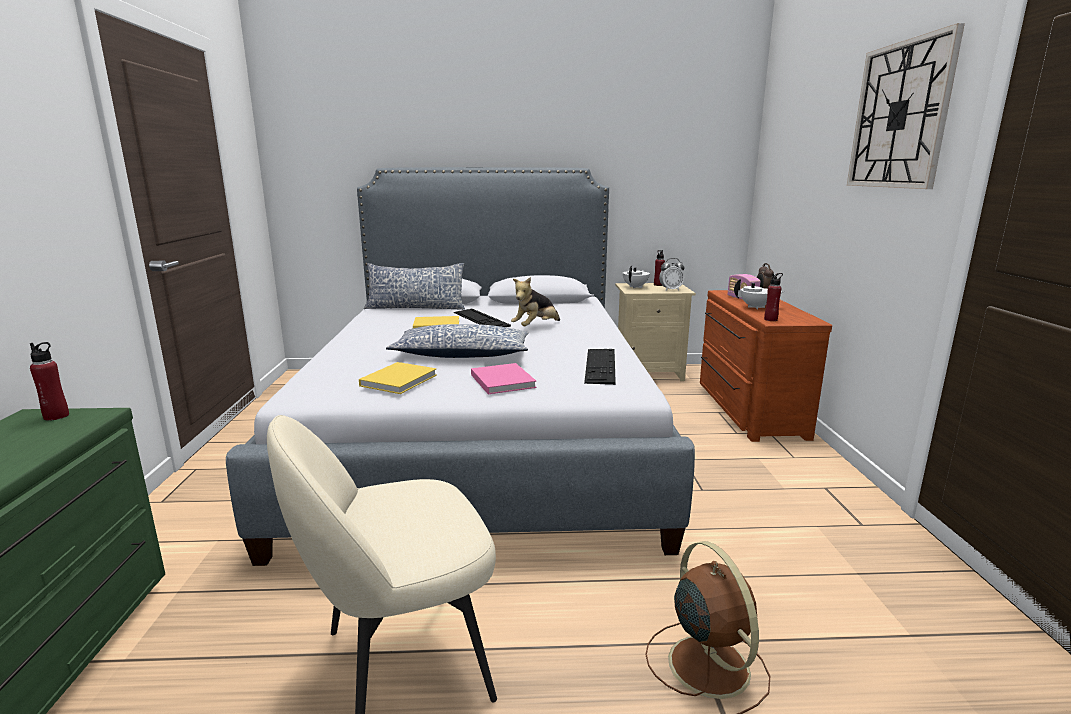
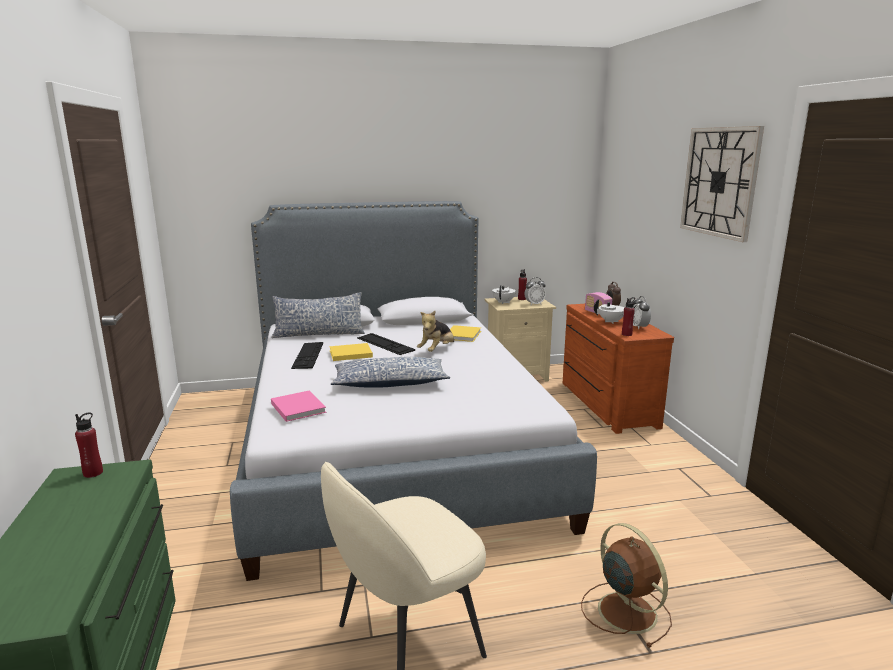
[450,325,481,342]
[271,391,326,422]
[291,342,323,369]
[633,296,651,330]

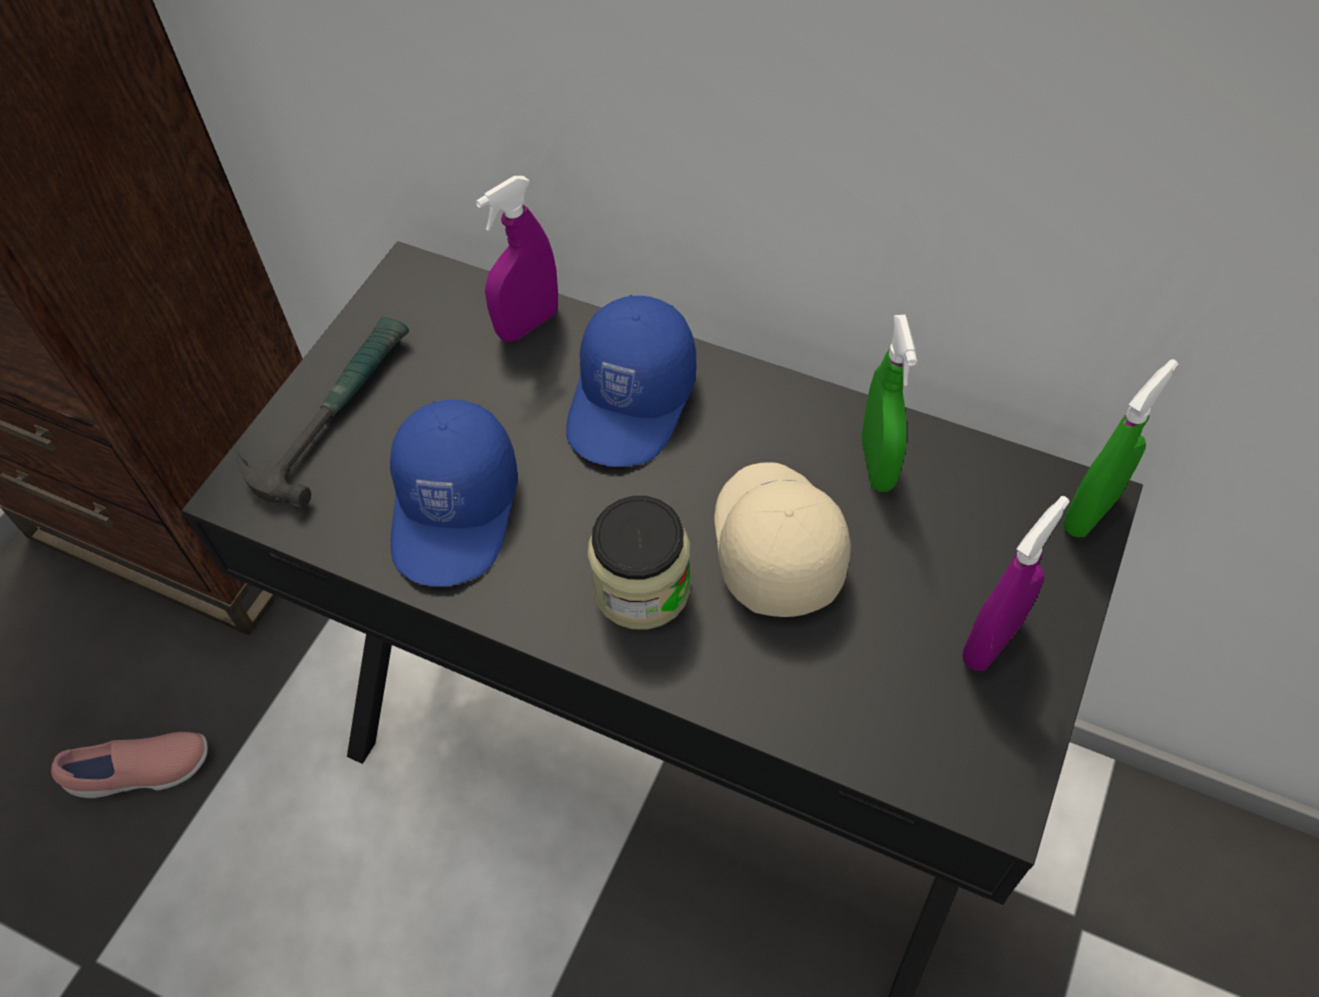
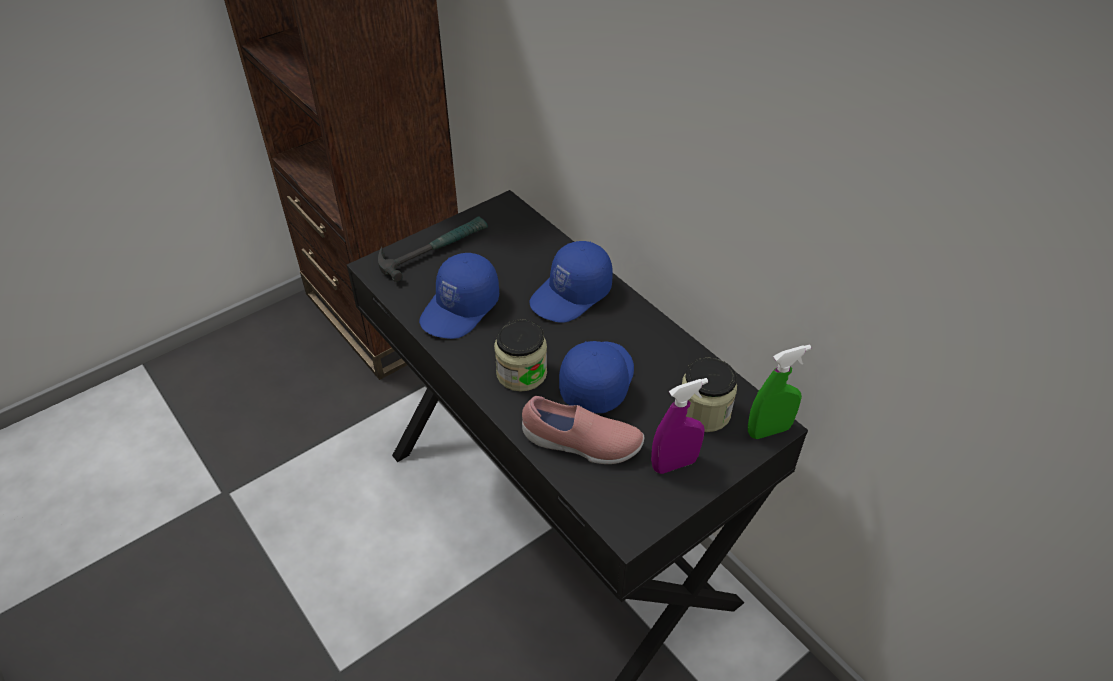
[522,396,644,464]
[475,176,558,342] (first image)
[559,341,634,413]
[862,315,917,492] (first image)
[682,358,737,432]

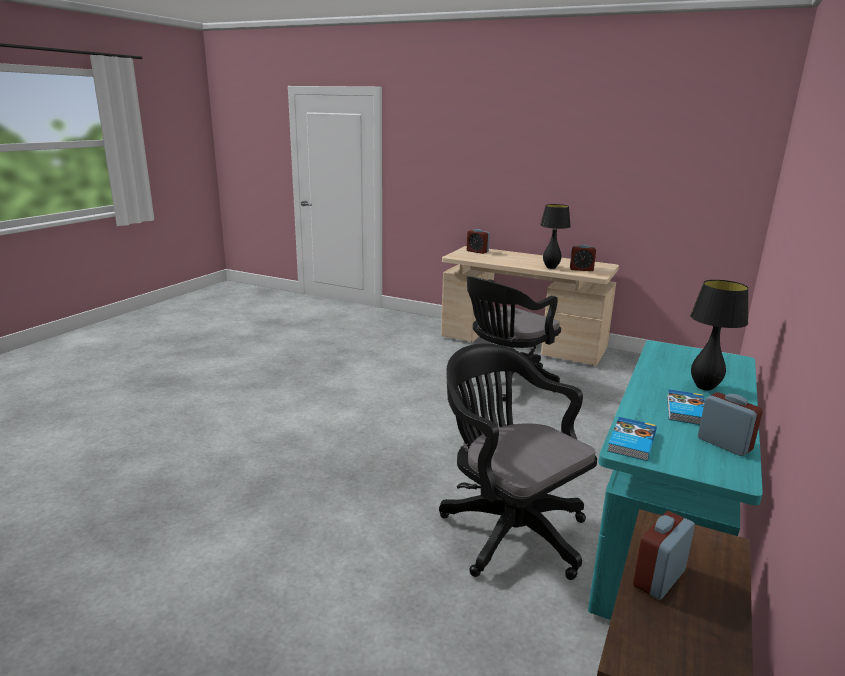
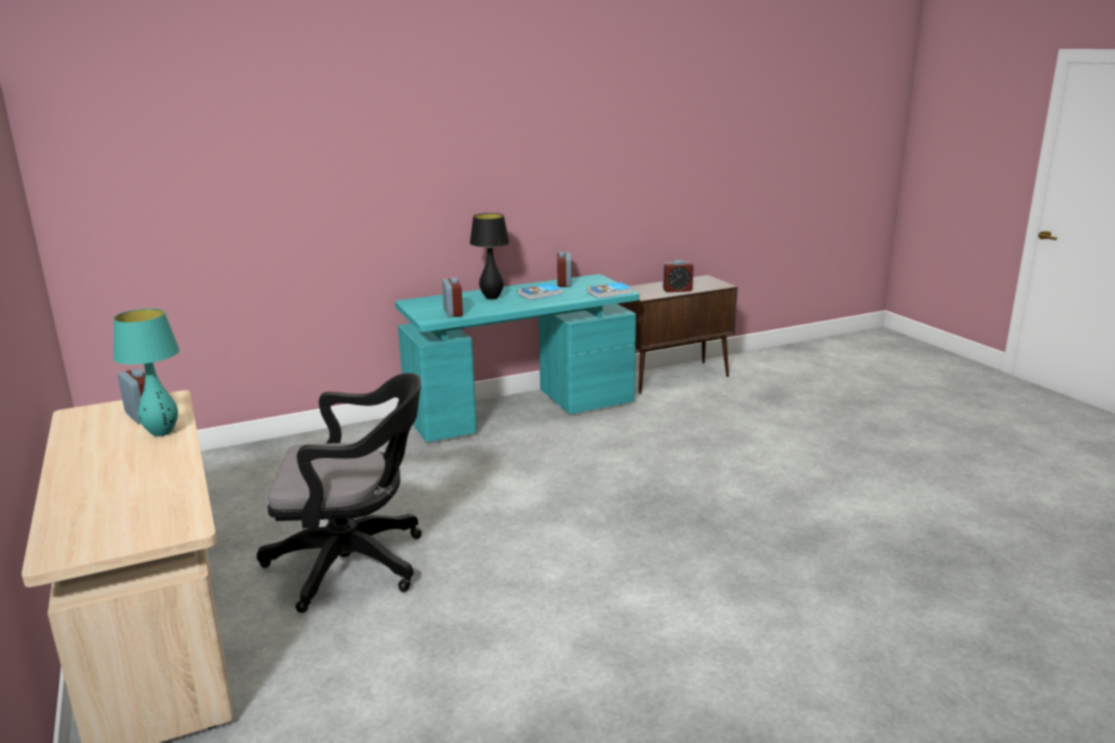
[439,343,597,580] (first image)
[442,277,463,317]
[113,308,180,437]

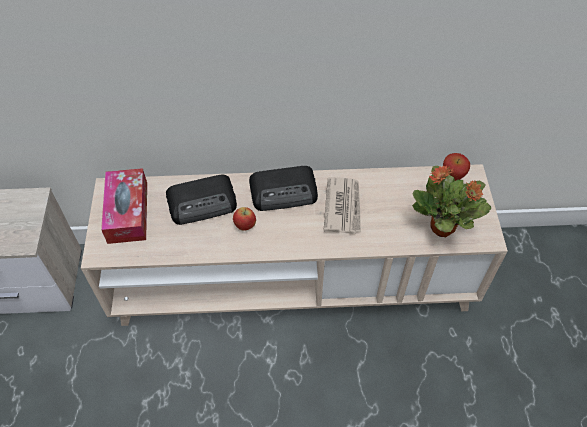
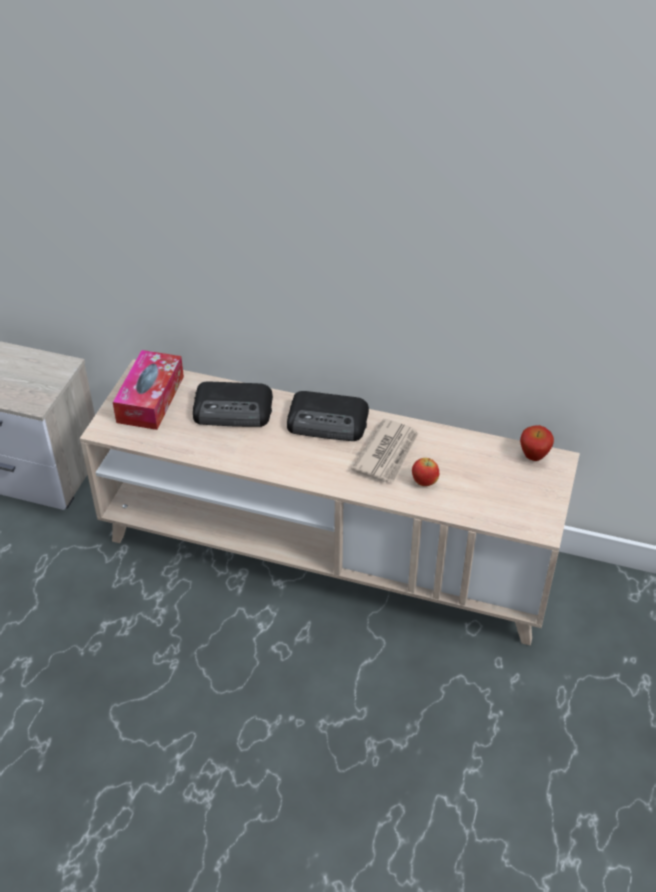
[412,458,439,486]
[412,165,491,237] (first image)

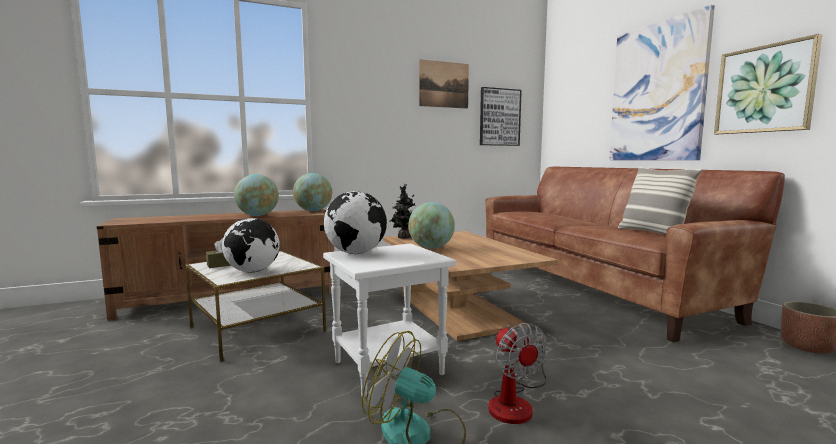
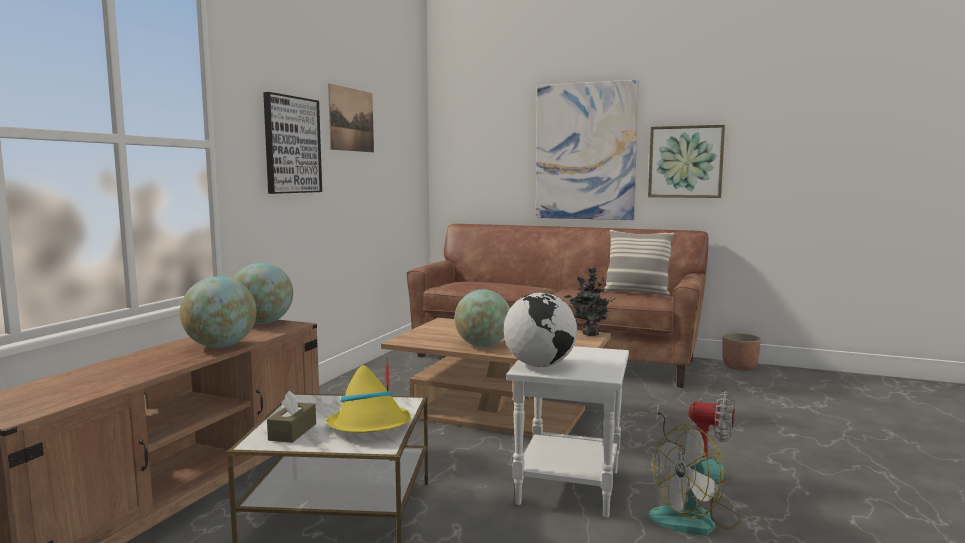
[326,357,411,433]
[564,264,617,336]
[263,92,322,194]

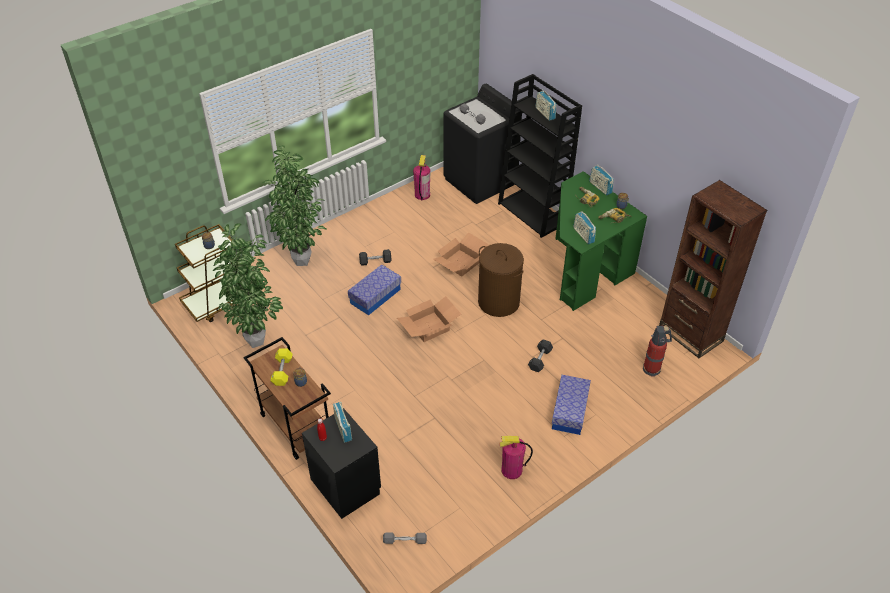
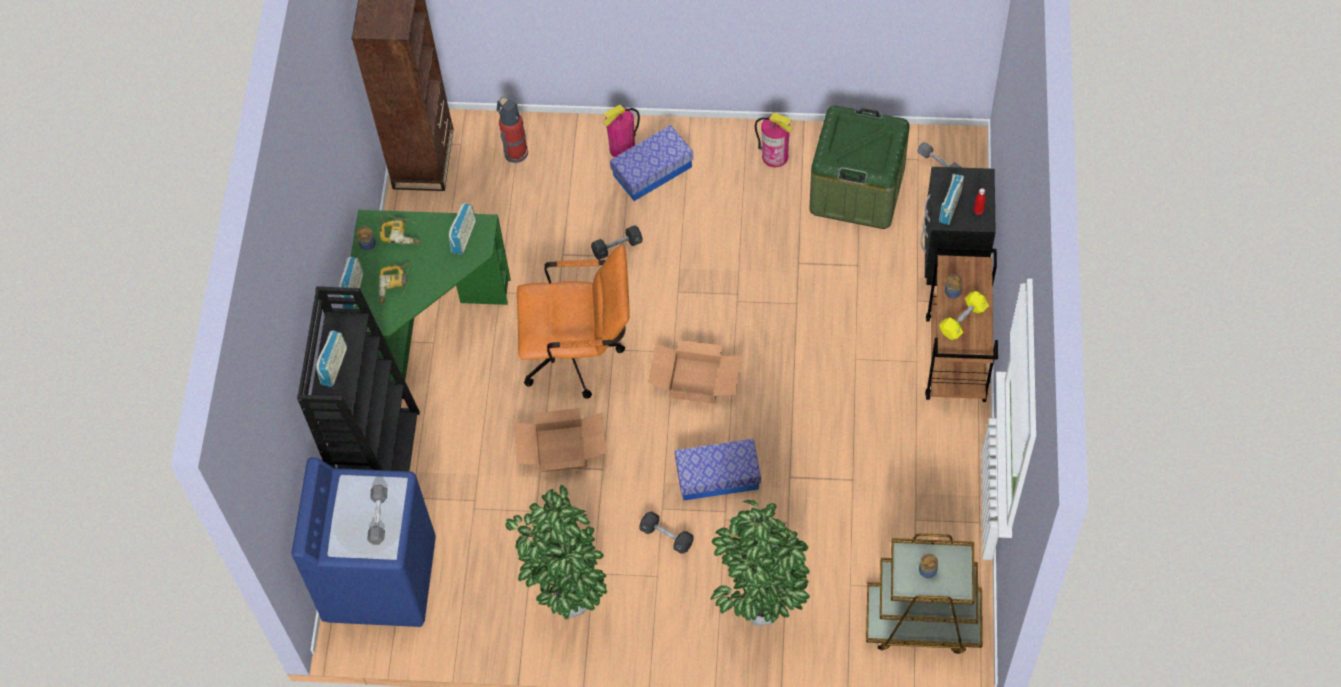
[505,484,607,619]
[603,105,640,157]
[292,458,436,627]
[517,245,629,399]
[810,105,910,229]

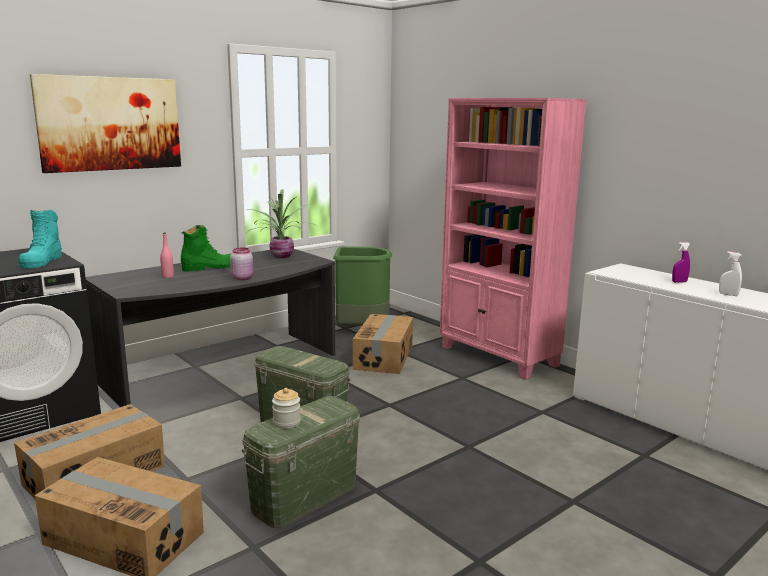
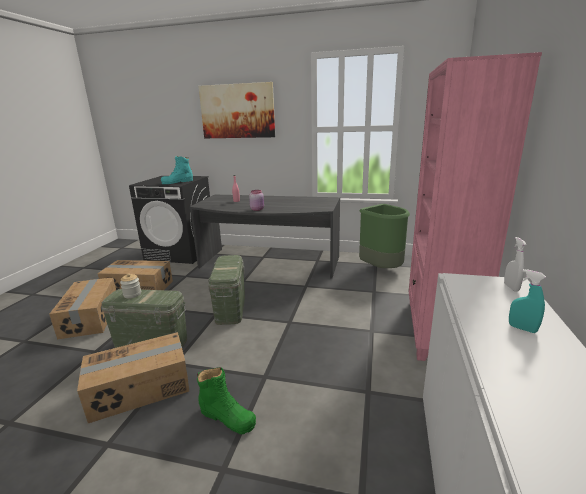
[197,367,256,435]
[246,189,317,258] (first image)
[77,332,189,423]
[509,269,546,333]
[504,237,527,292]

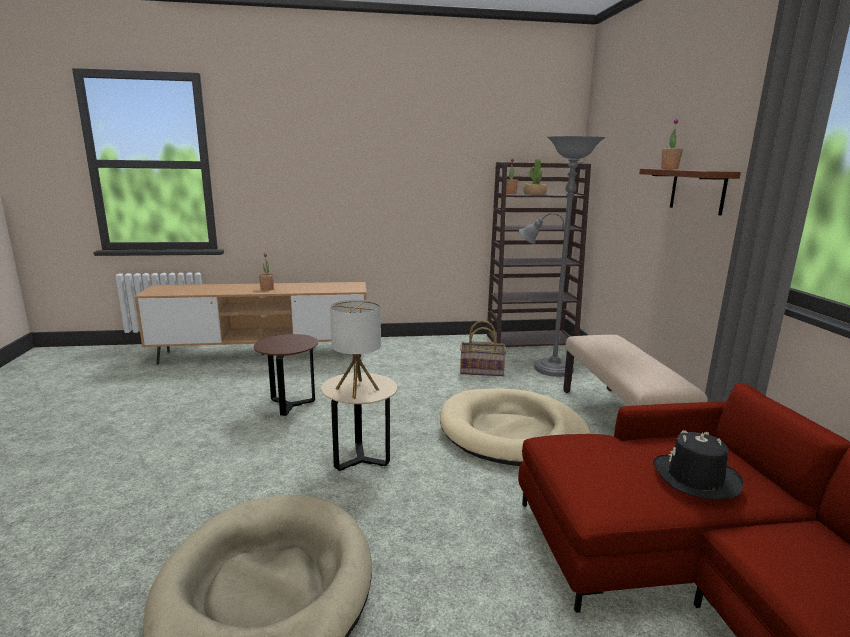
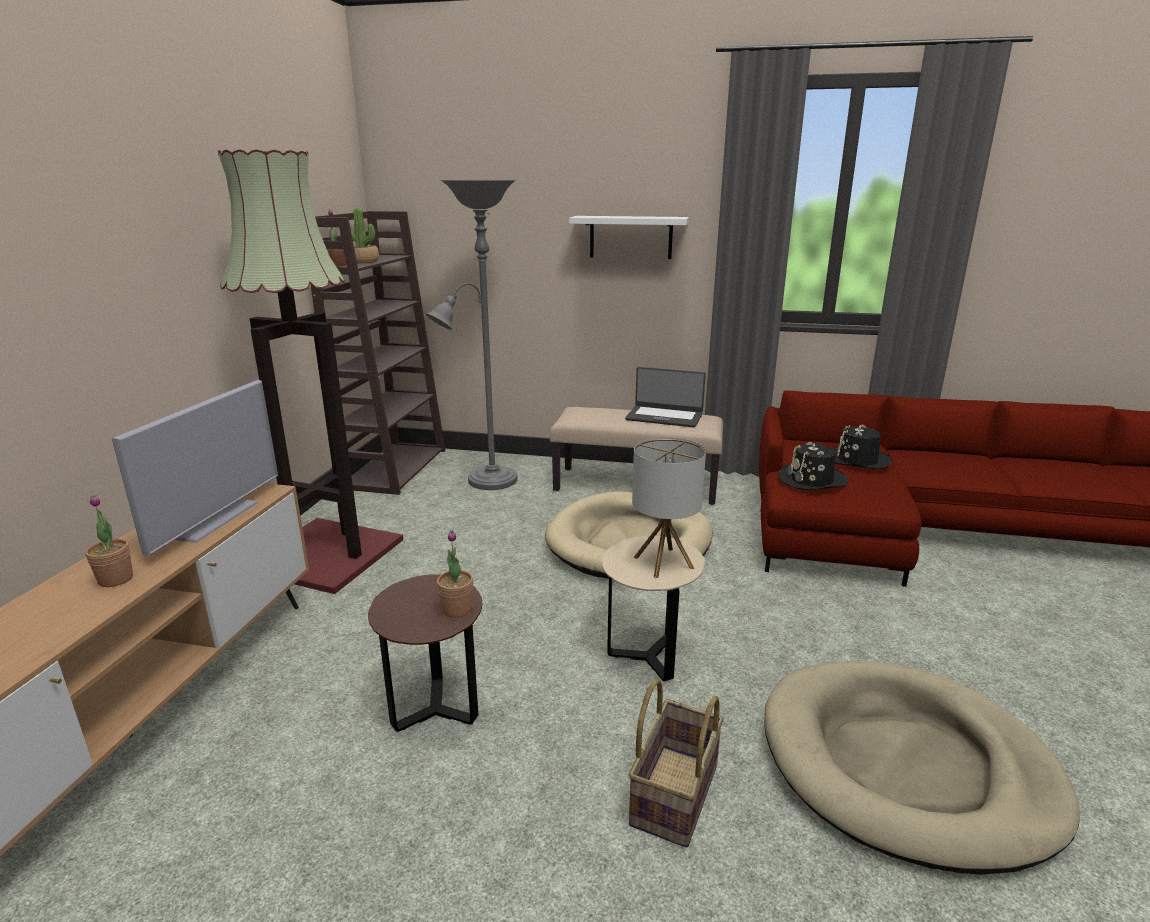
[629,679,724,848]
[569,216,689,259]
[437,530,473,618]
[112,380,278,556]
[218,149,403,594]
[625,367,706,427]
[778,441,848,490]

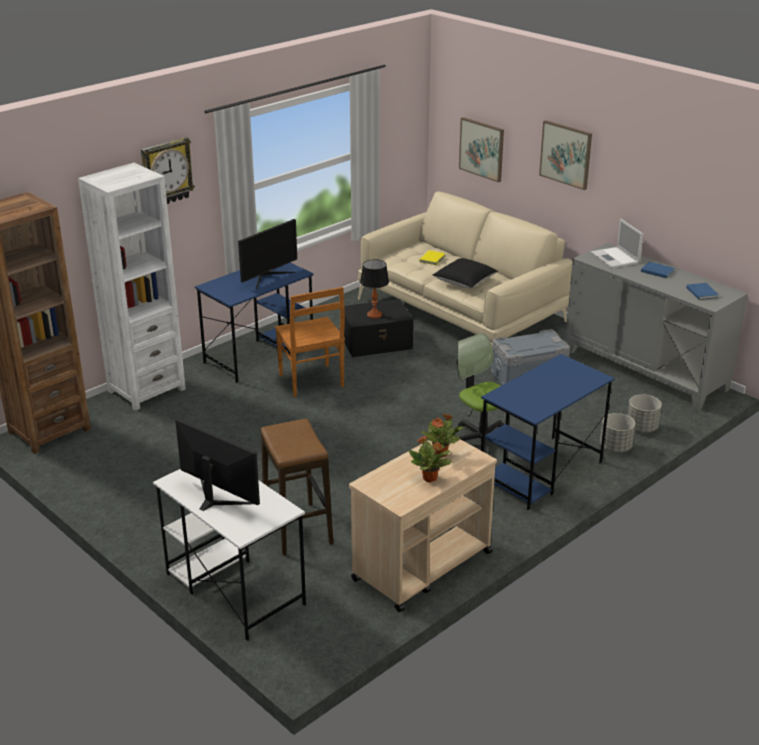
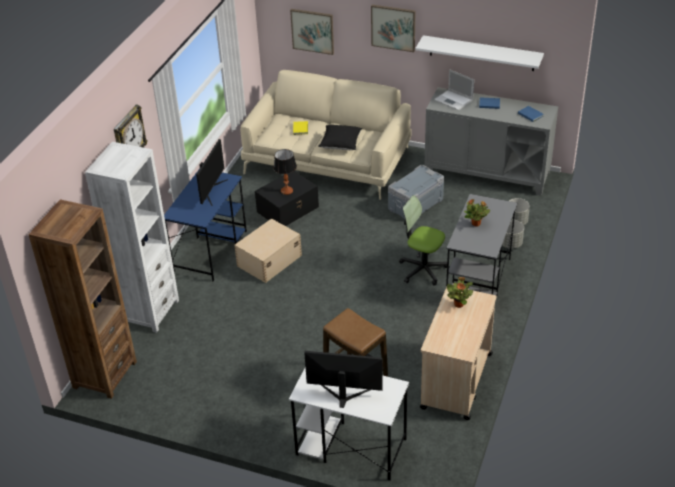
[234,219,302,283]
[464,200,490,227]
[446,194,517,296]
[415,35,544,71]

